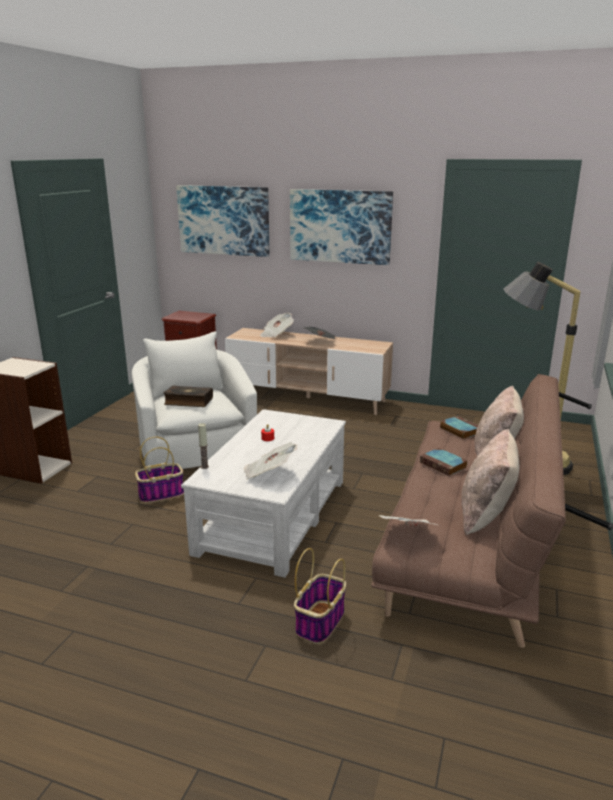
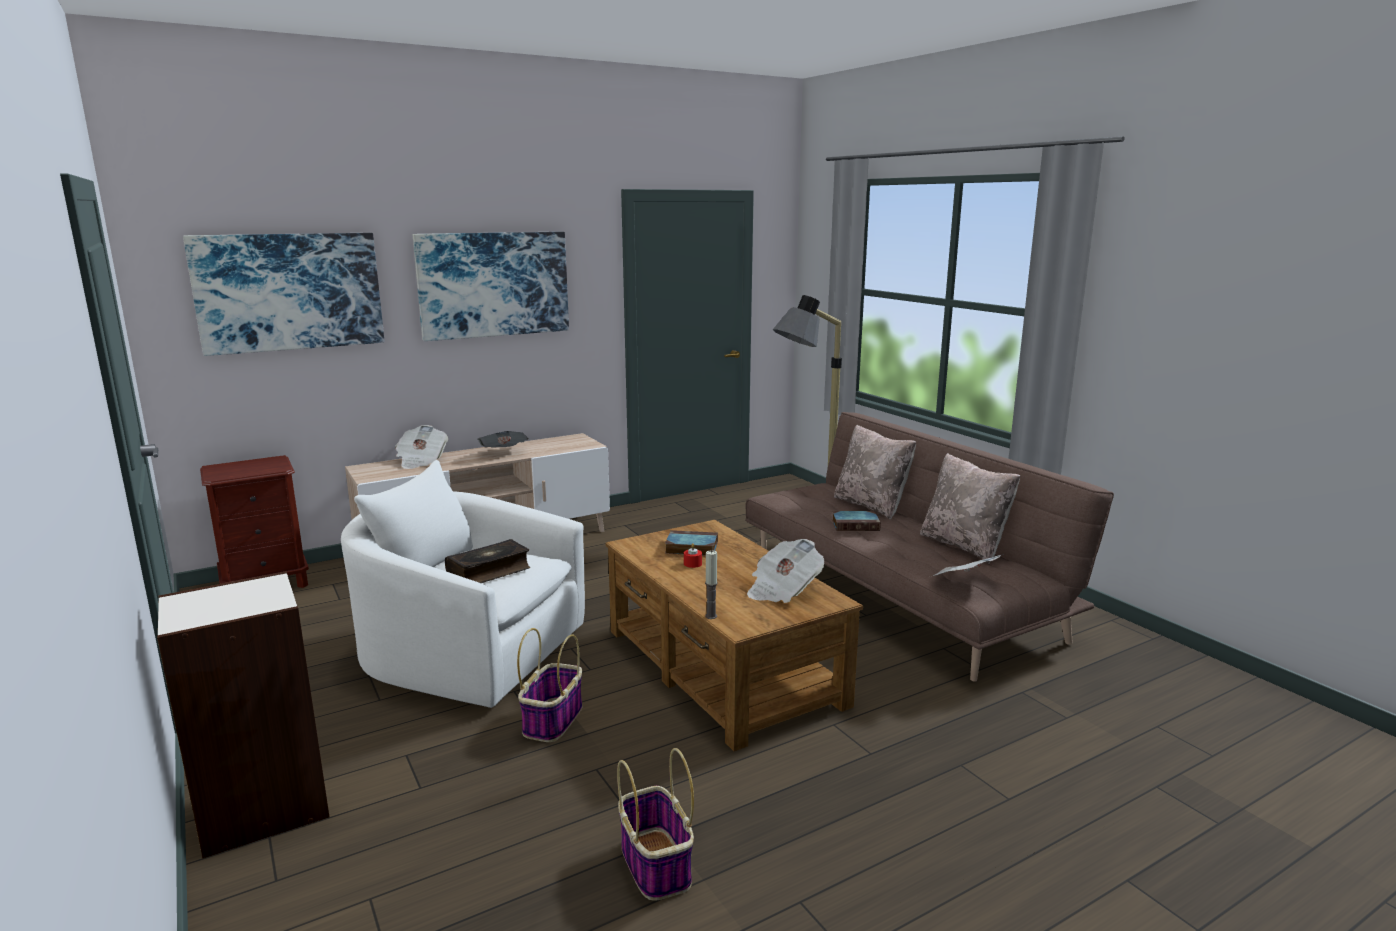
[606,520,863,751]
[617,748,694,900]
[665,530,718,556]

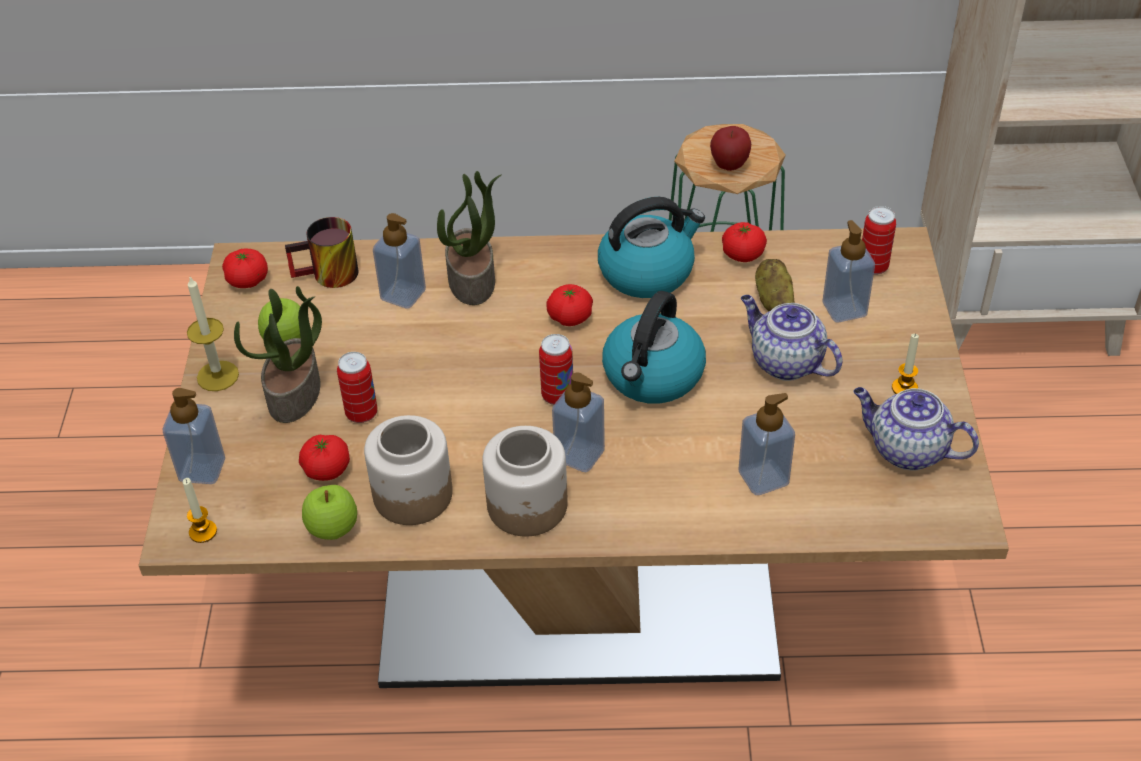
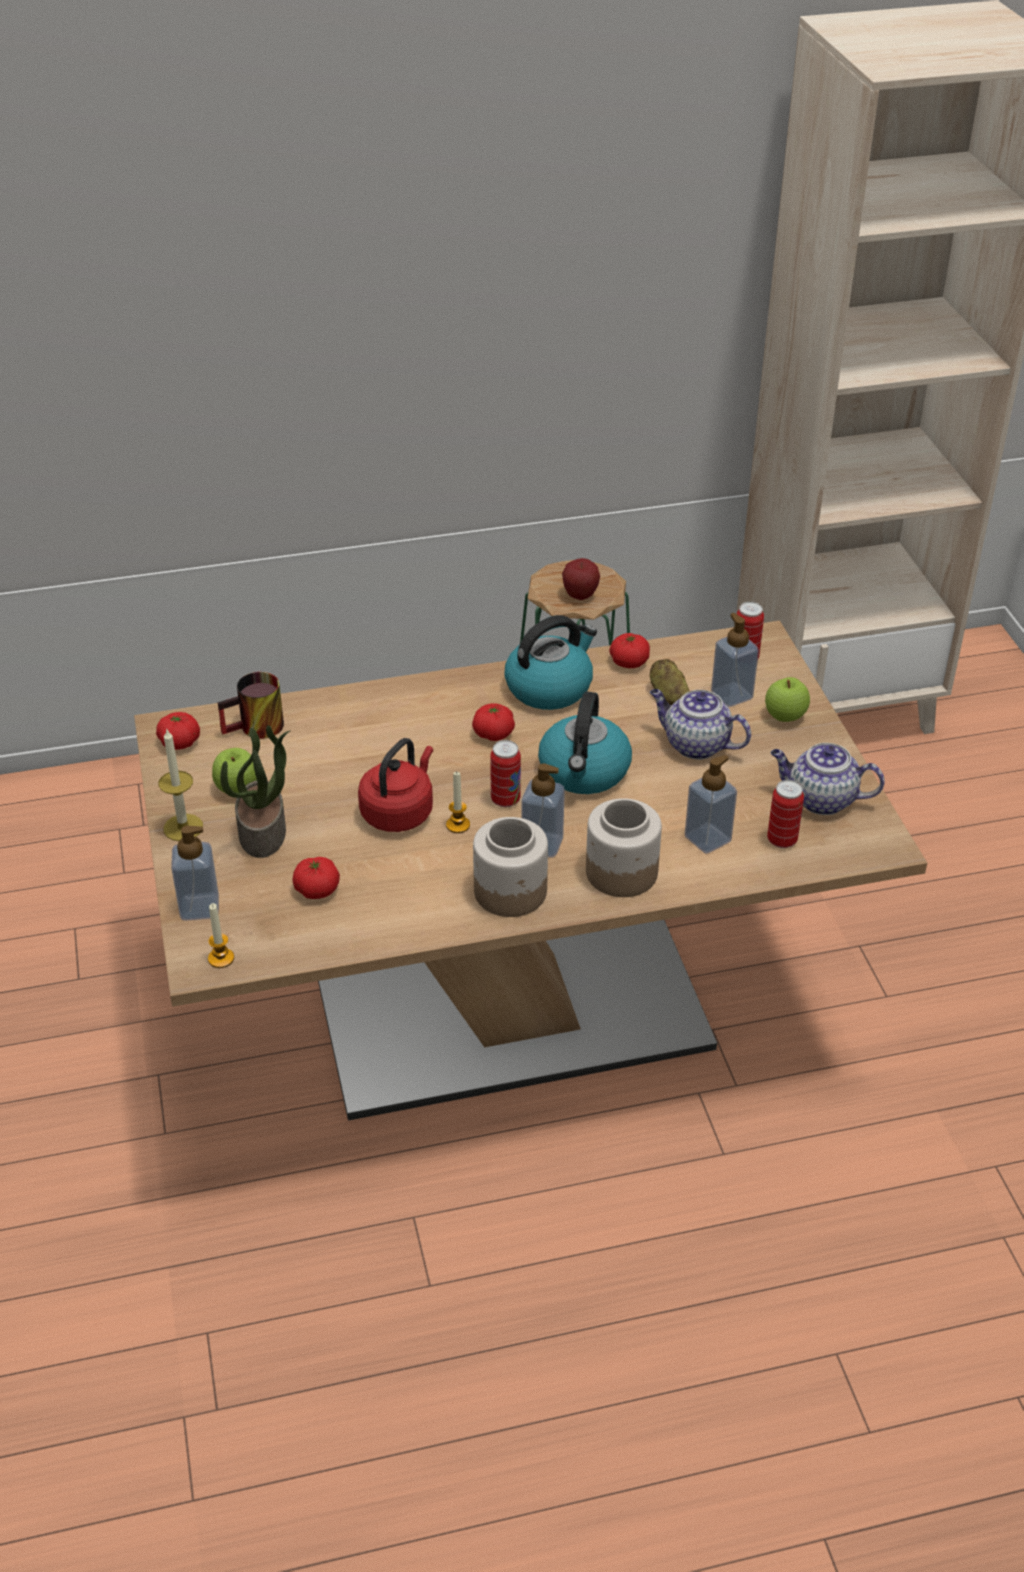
[765,677,810,722]
[767,780,804,848]
[586,798,662,897]
[373,213,426,309] (first image)
[437,171,502,305] (first image)
[446,771,470,833]
[358,738,433,832]

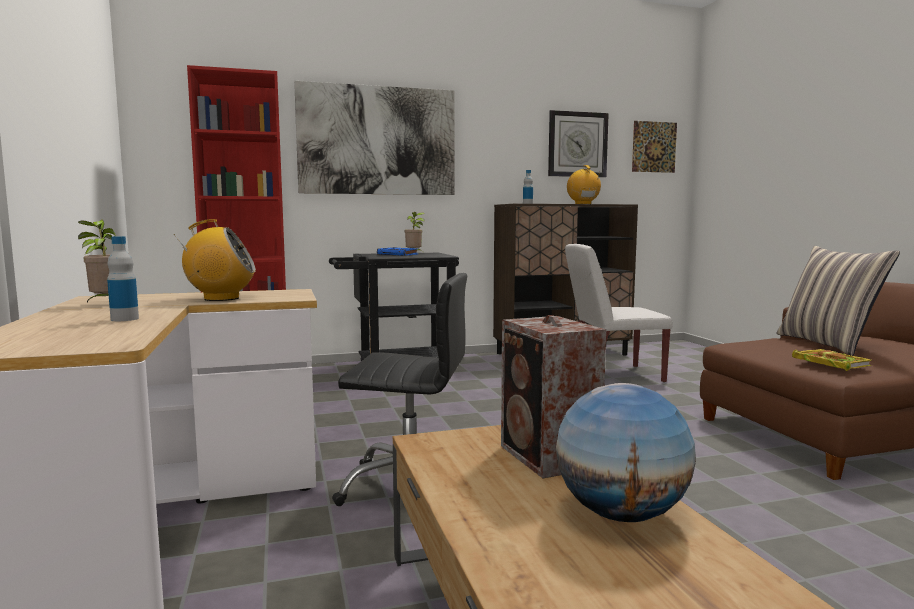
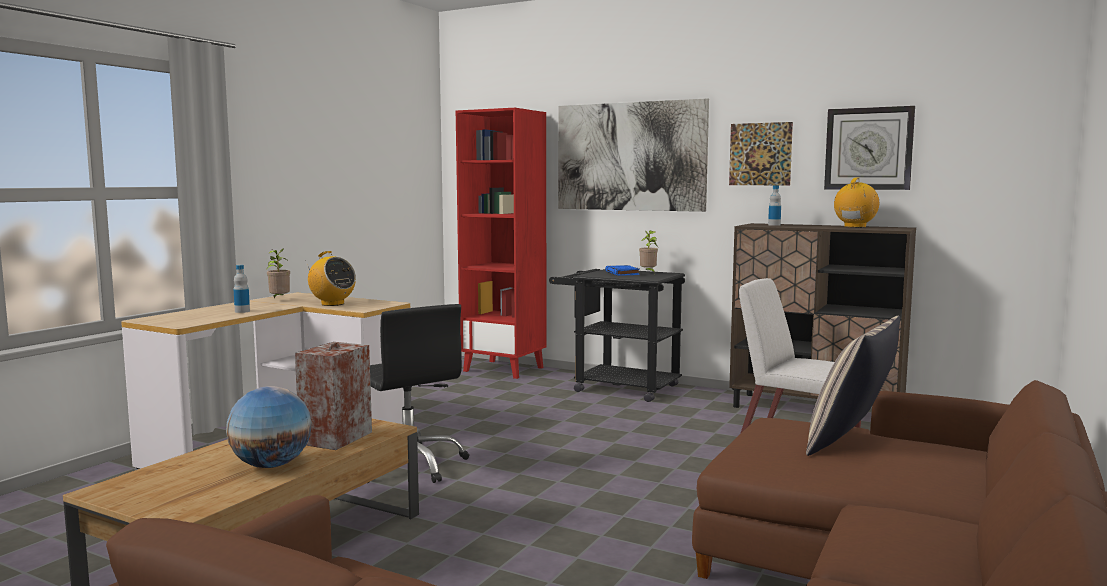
[729,122,793,185]
[792,349,872,371] (first image)

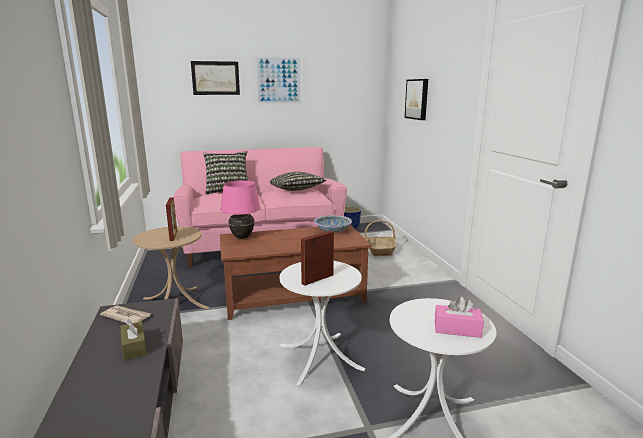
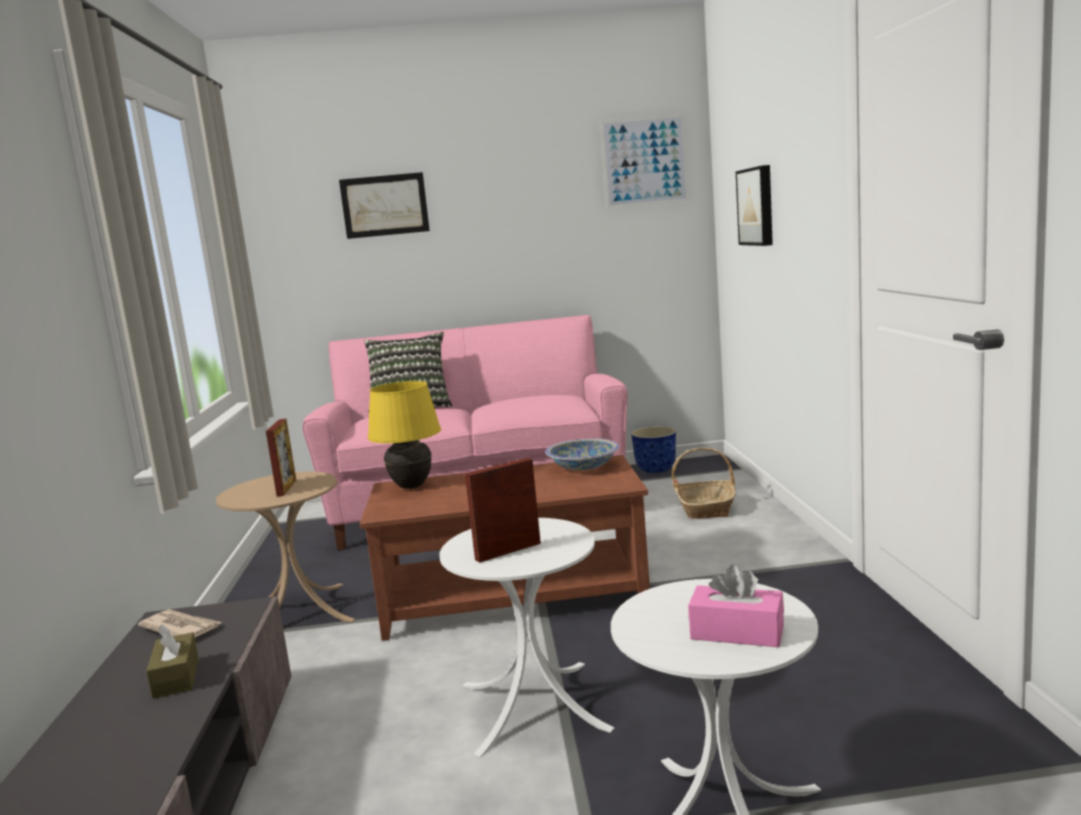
[368,381,441,489]
[601,114,689,209]
[270,172,326,191] (first image)

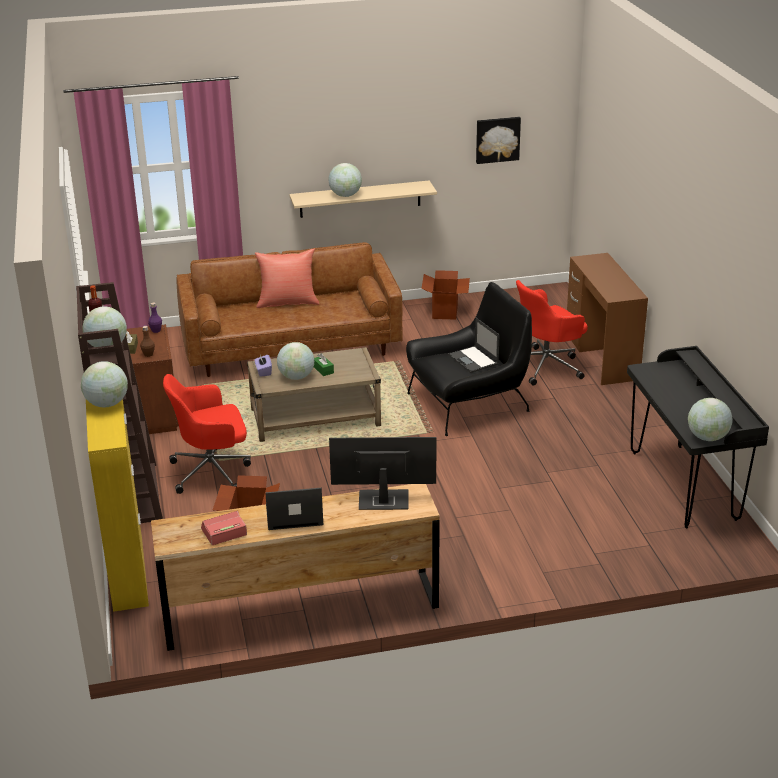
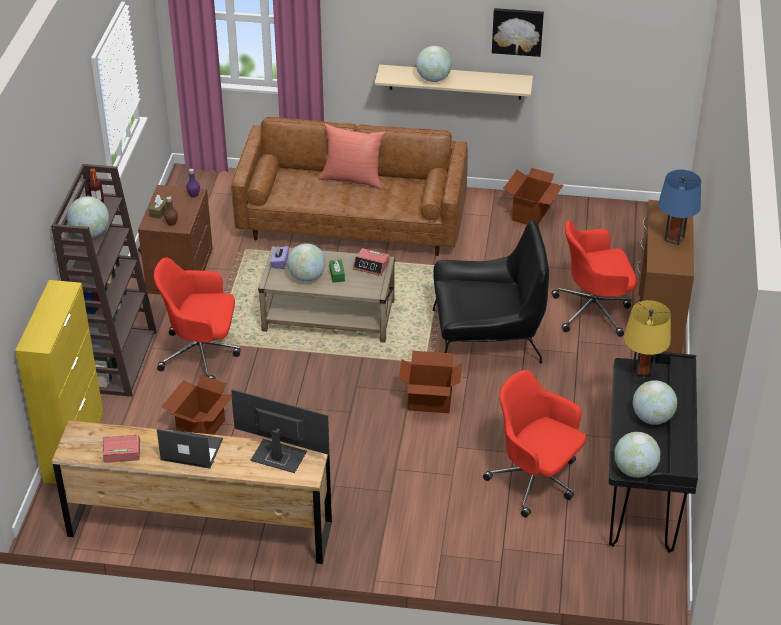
[633,380,677,425]
[448,317,500,373] (first image)
[492,8,544,57]
[353,248,389,276]
[399,351,462,413]
[483,370,586,518]
[624,300,671,380]
[658,170,701,245]

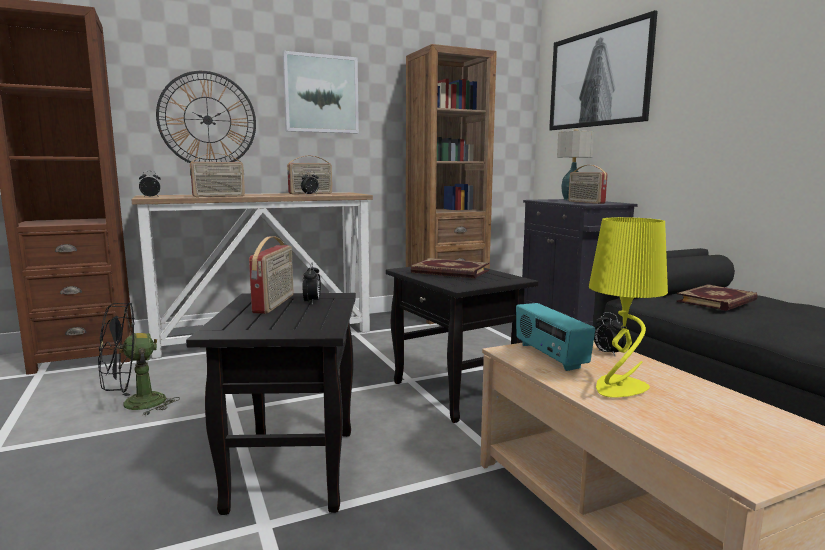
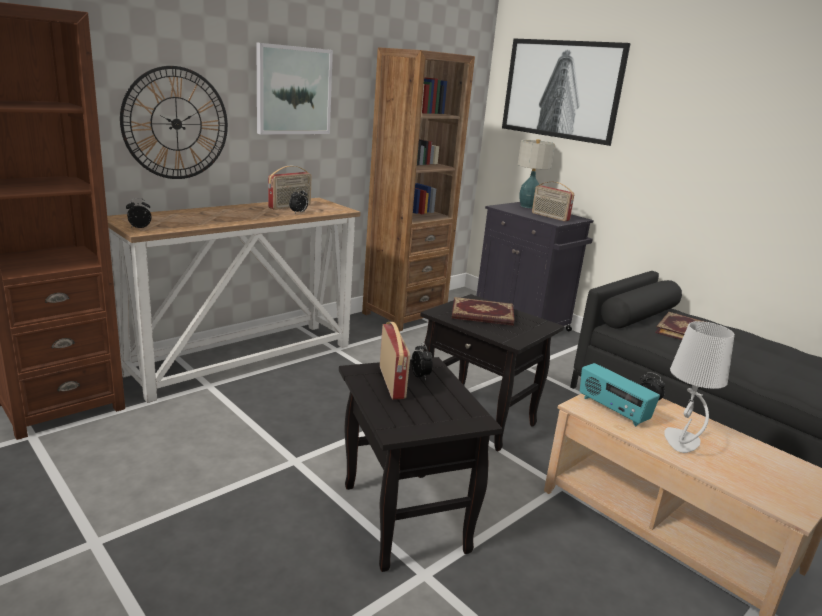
[98,302,180,416] (first image)
[190,153,245,197] (first image)
[664,321,735,453]

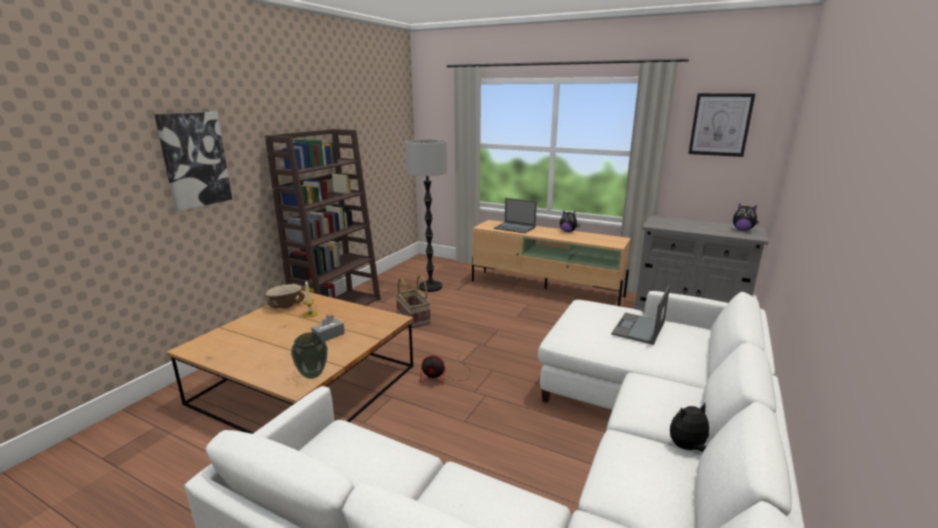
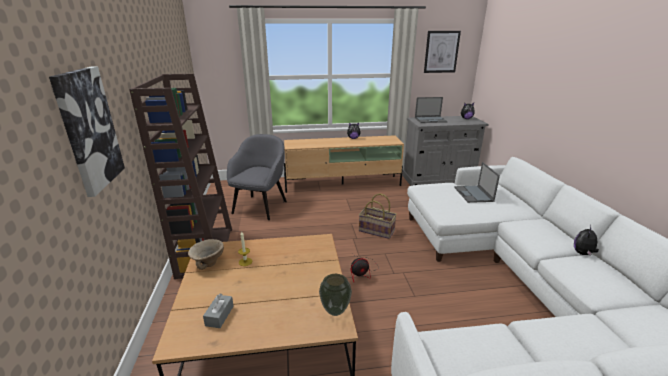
[203,294,234,328]
[359,193,397,239]
[227,134,287,220]
[415,97,447,123]

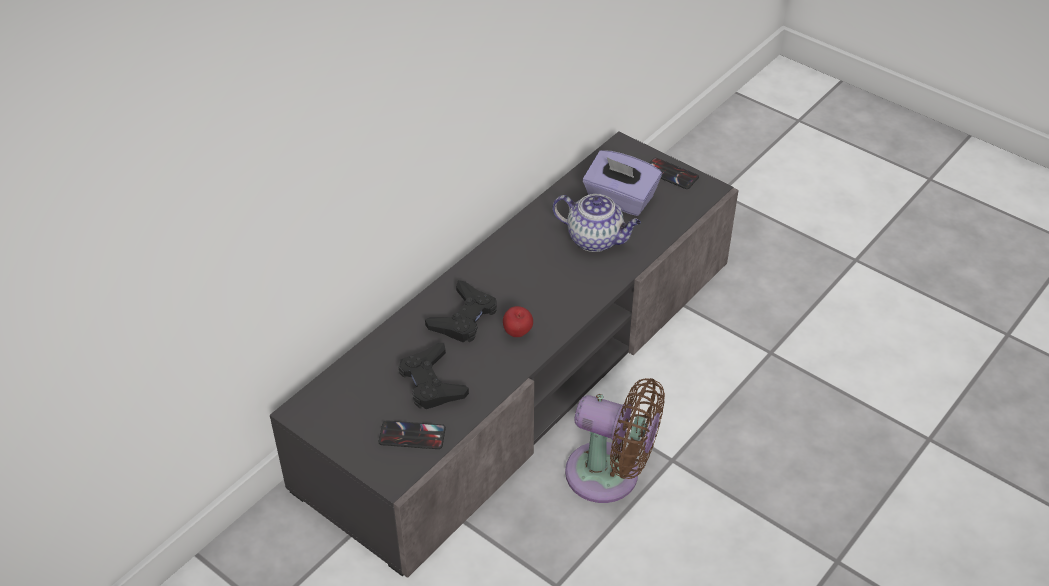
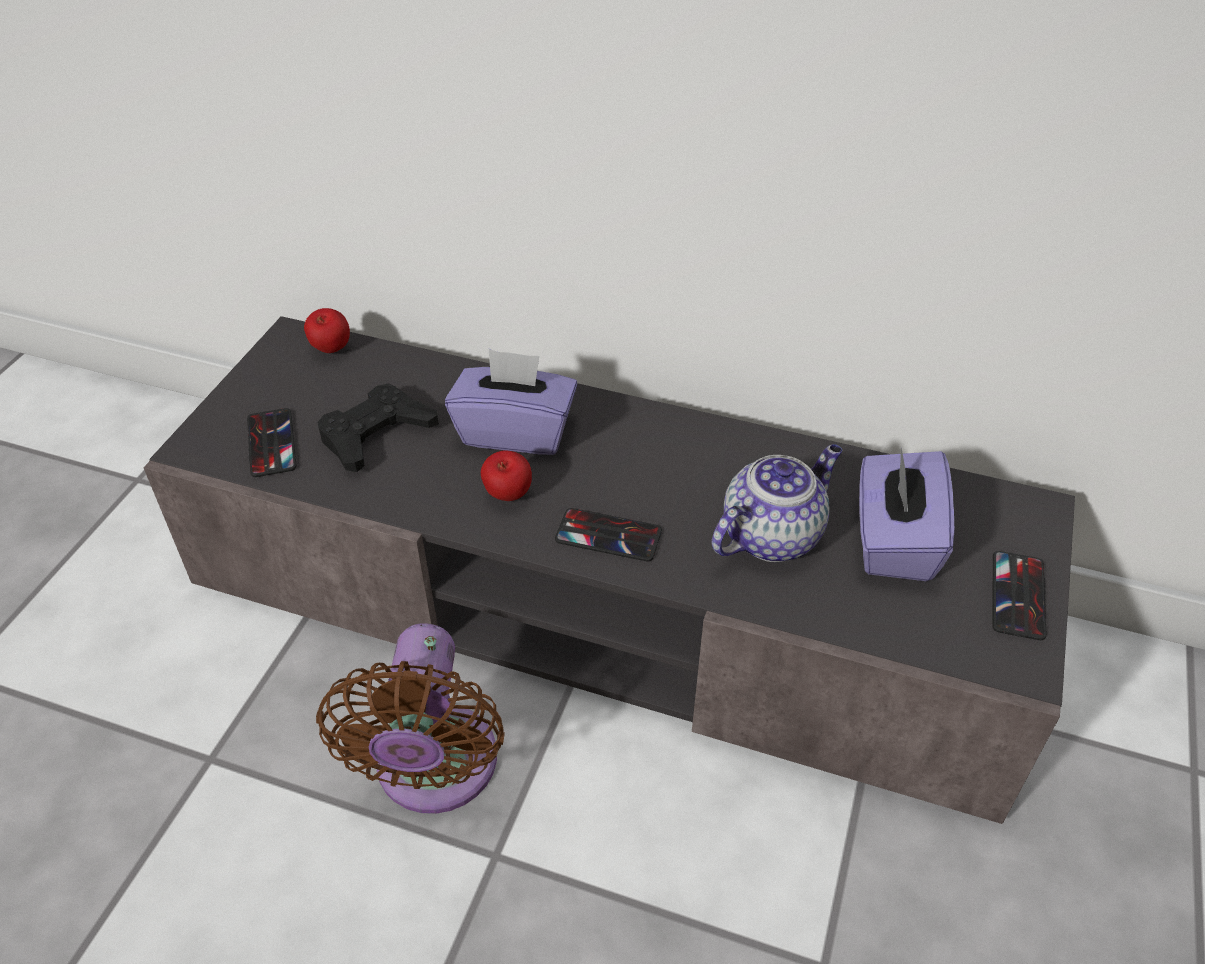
[445,349,578,455]
[712,444,842,562]
[304,308,350,353]
[555,508,662,562]

